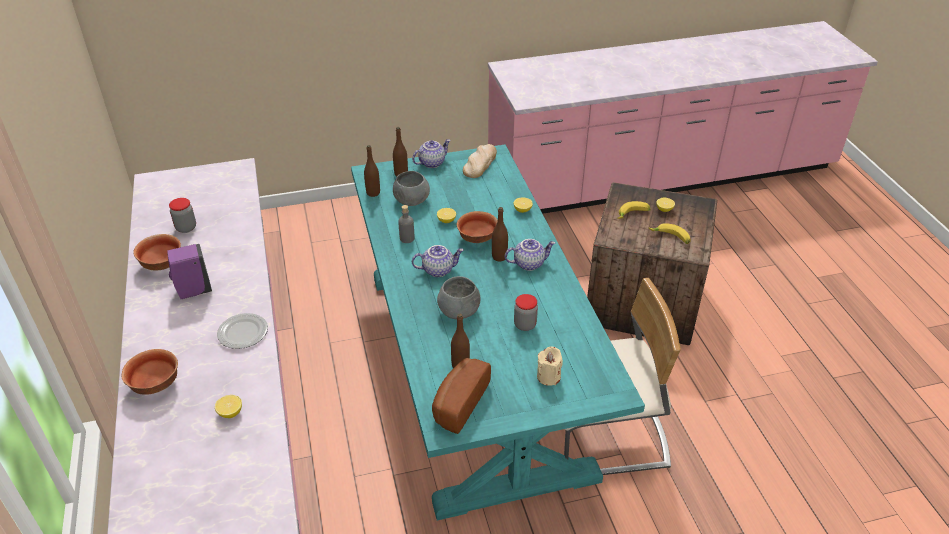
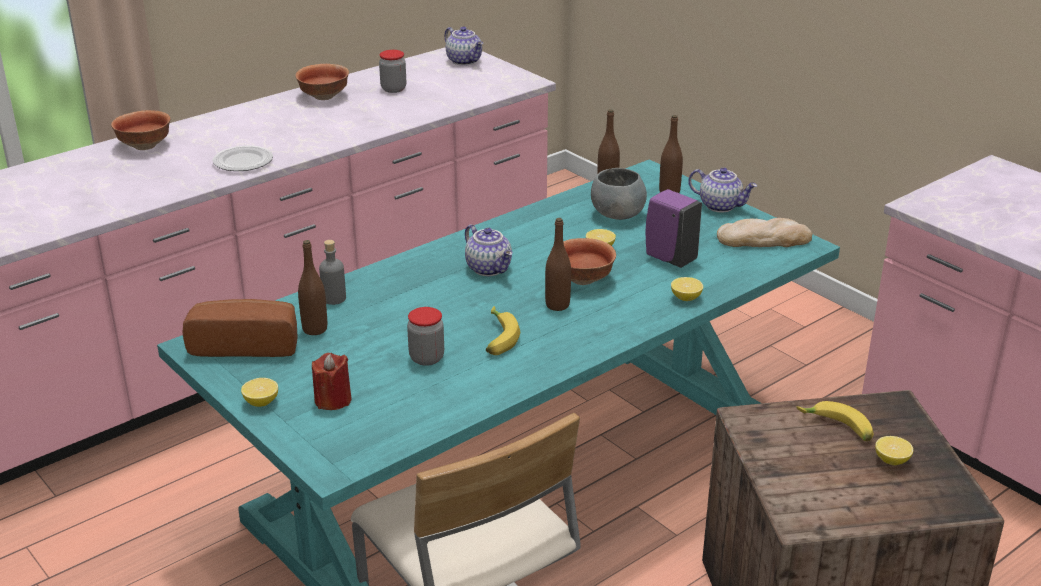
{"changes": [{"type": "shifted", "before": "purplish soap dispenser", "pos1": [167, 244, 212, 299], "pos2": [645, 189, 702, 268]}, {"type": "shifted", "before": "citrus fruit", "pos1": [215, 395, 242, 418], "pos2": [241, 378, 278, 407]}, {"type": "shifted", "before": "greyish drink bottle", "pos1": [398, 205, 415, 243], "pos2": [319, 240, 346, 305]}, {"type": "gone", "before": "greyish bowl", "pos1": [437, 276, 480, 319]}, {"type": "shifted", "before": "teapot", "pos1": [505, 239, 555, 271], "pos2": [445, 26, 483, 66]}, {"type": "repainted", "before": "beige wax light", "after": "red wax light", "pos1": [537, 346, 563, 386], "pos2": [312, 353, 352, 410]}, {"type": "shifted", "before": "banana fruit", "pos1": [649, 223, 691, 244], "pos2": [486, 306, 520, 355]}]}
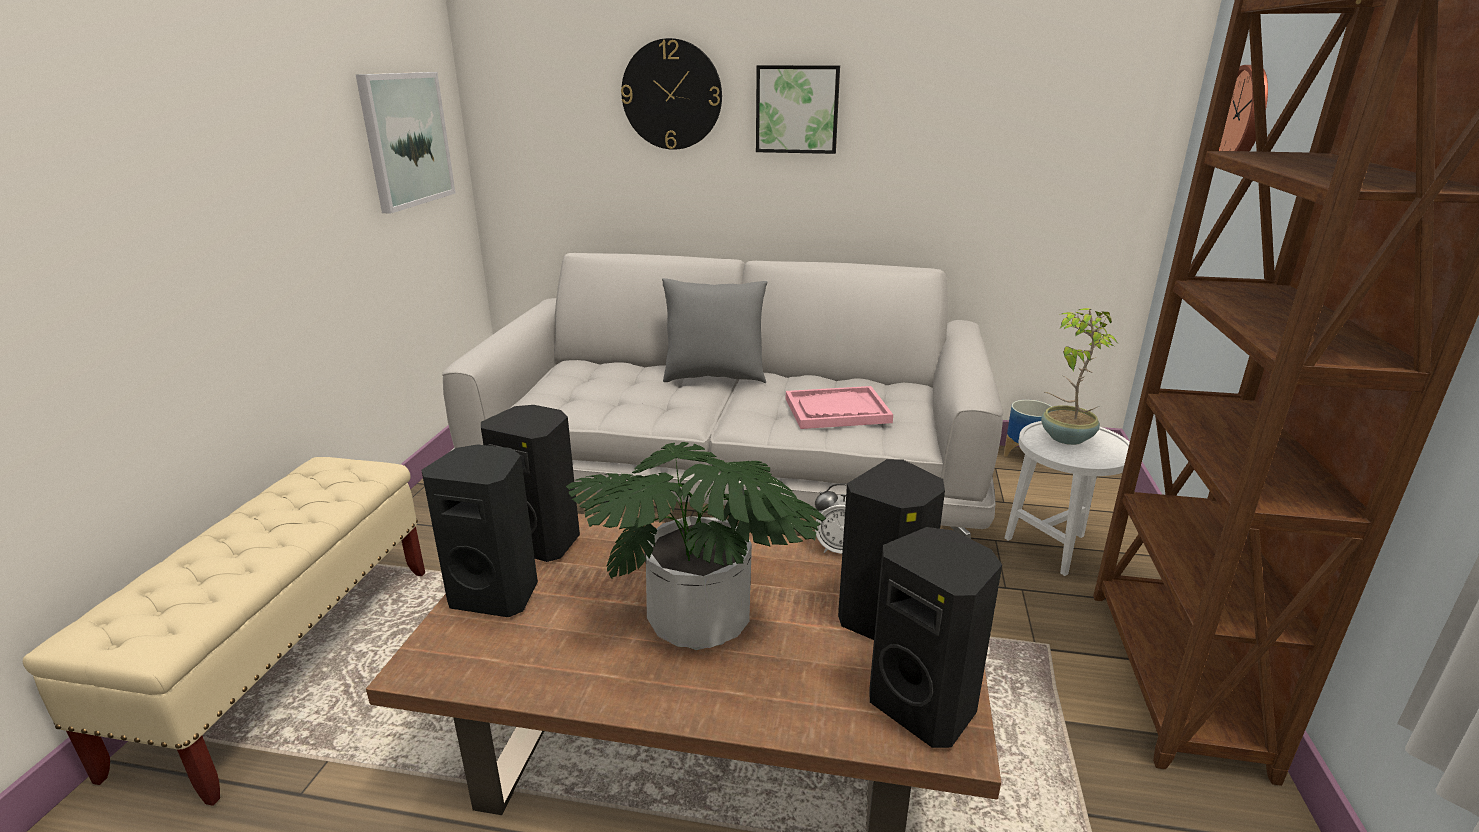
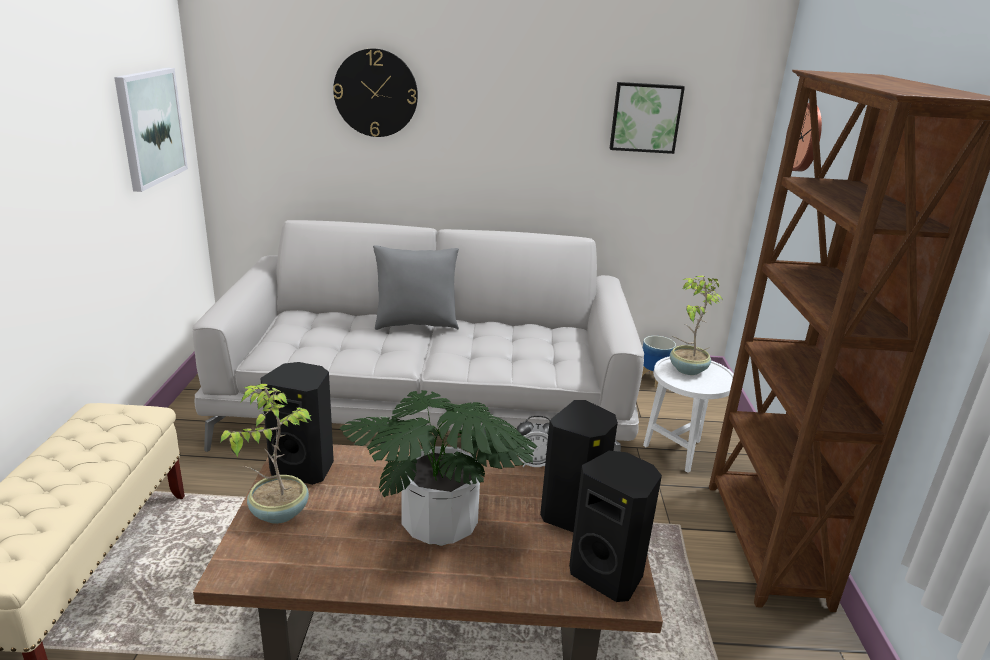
{"changes": [{"type": "swapped", "before": "black-coloured audio speaker", "after": "houseplant", "pos1": [421, 444, 538, 617], "pos2": [220, 384, 312, 524]}, {"type": "shifted", "before": "picture", "pos1": [756, 65, 840, 154], "pos2": [609, 82, 685, 154]}, {"type": "gone", "before": "pinkish carrying tray", "pos1": [786, 386, 893, 429]}]}
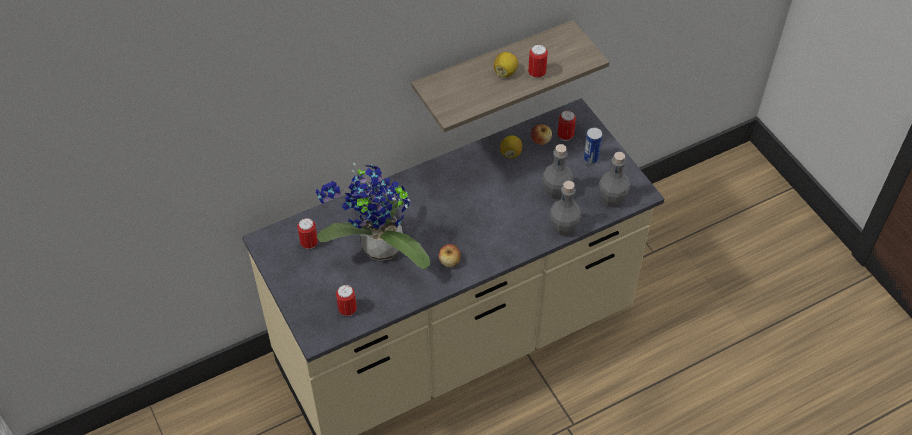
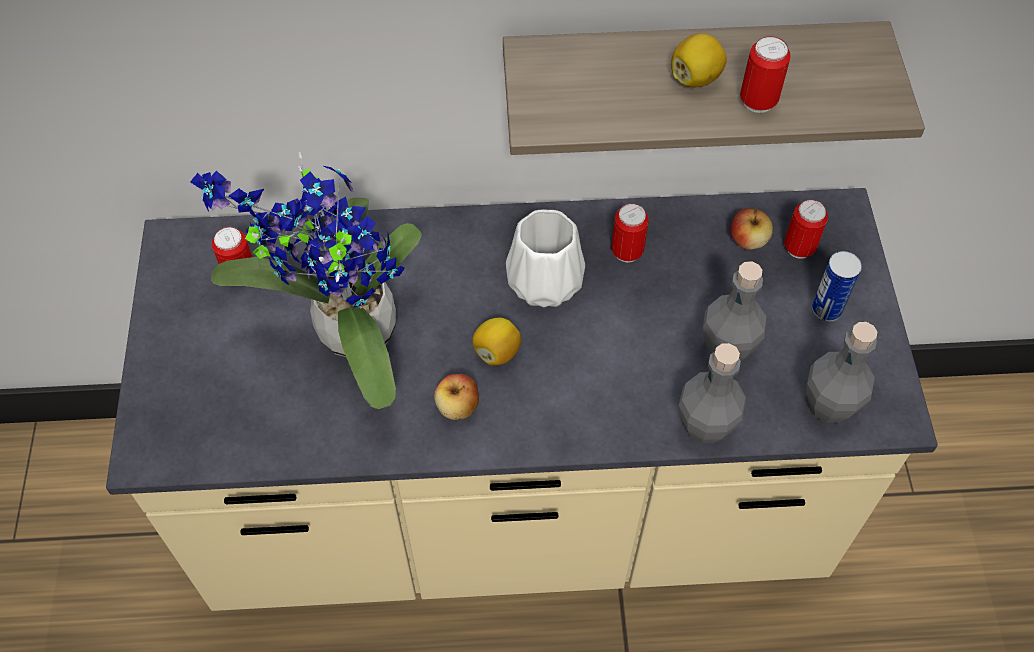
{"changes": [{"type": "shifted", "before": "can", "pos1": [336, 285, 357, 316], "pos2": [611, 204, 649, 263]}, {"type": "shifted", "before": "citrus fruit", "pos1": [500, 135, 522, 159], "pos2": [472, 318, 521, 365]}, {"type": "new", "after": "white-coloured vase", "pos2": [506, 209, 585, 307]}]}
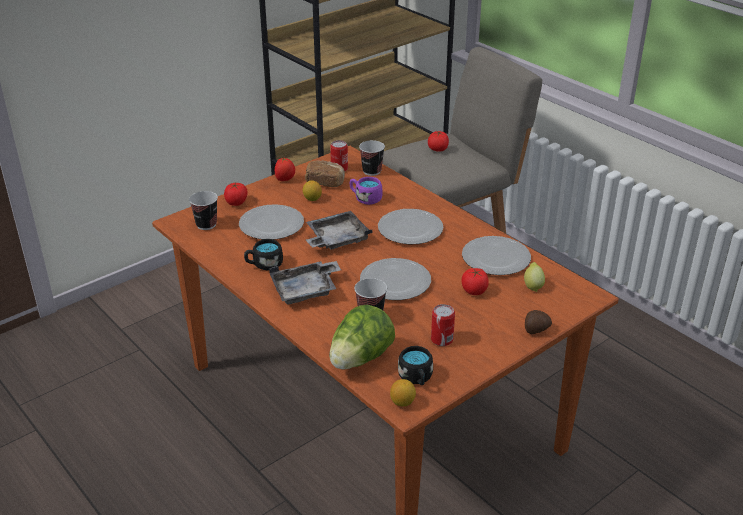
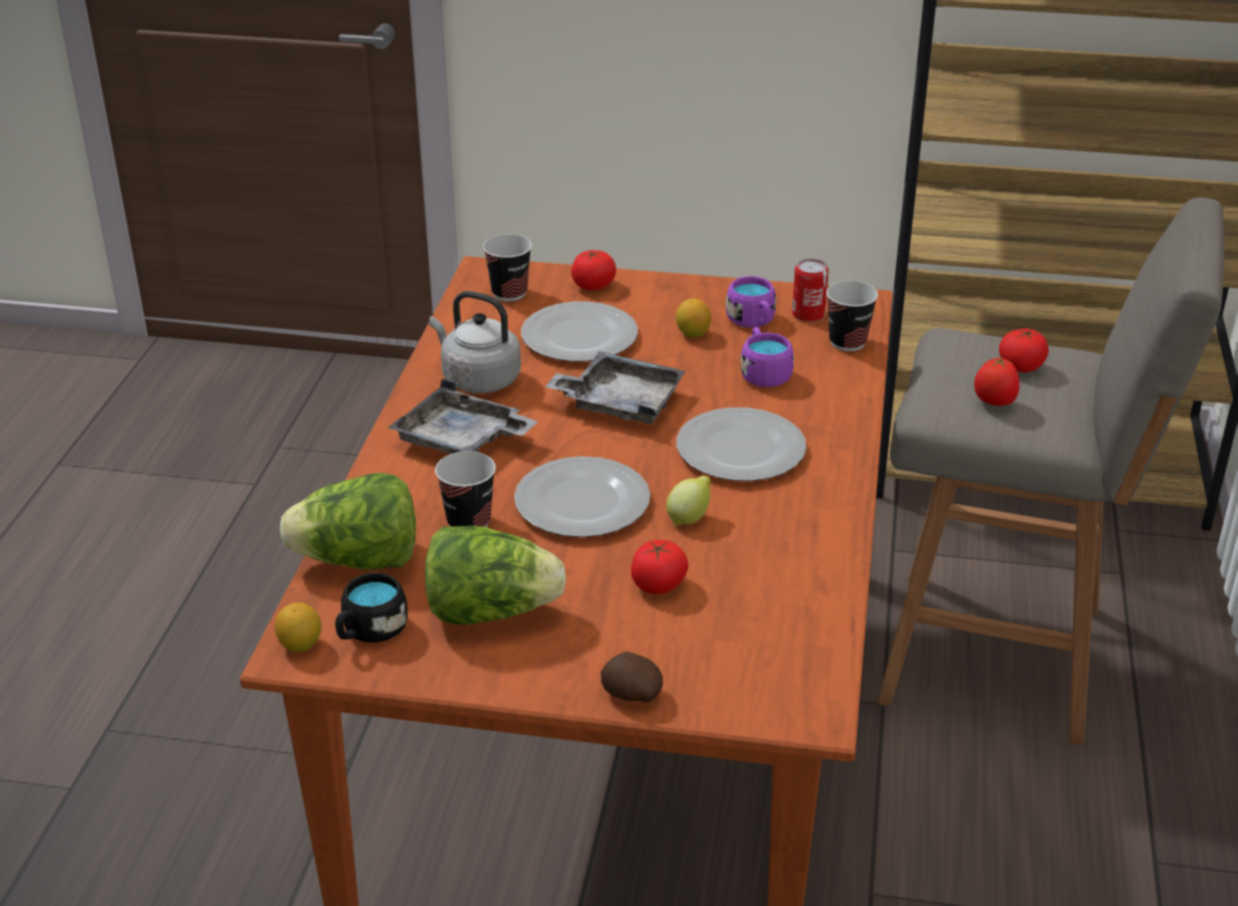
{"changes": [{"type": "swapped", "before": "black-coloured coffee mug", "after": "greyish kettle", "pos1": [244, 239, 283, 270], "pos2": [429, 291, 521, 393]}, {"type": "shifted", "before": "whole tomato", "pos1": [275, 158, 295, 181], "pos2": [974, 357, 1020, 406]}, {"type": "swapped", "before": "baked bread", "after": "purplish coffee mug", "pos1": [305, 160, 345, 187], "pos2": [726, 276, 776, 328]}, {"type": "swapped", "before": "can", "after": "lettuce", "pos1": [431, 304, 455, 346], "pos2": [425, 526, 566, 625]}, {"type": "gone", "before": "dinner plate", "pos1": [462, 236, 531, 275]}, {"type": "shifted", "before": "citrus fruit", "pos1": [524, 262, 545, 292], "pos2": [666, 476, 711, 526]}]}
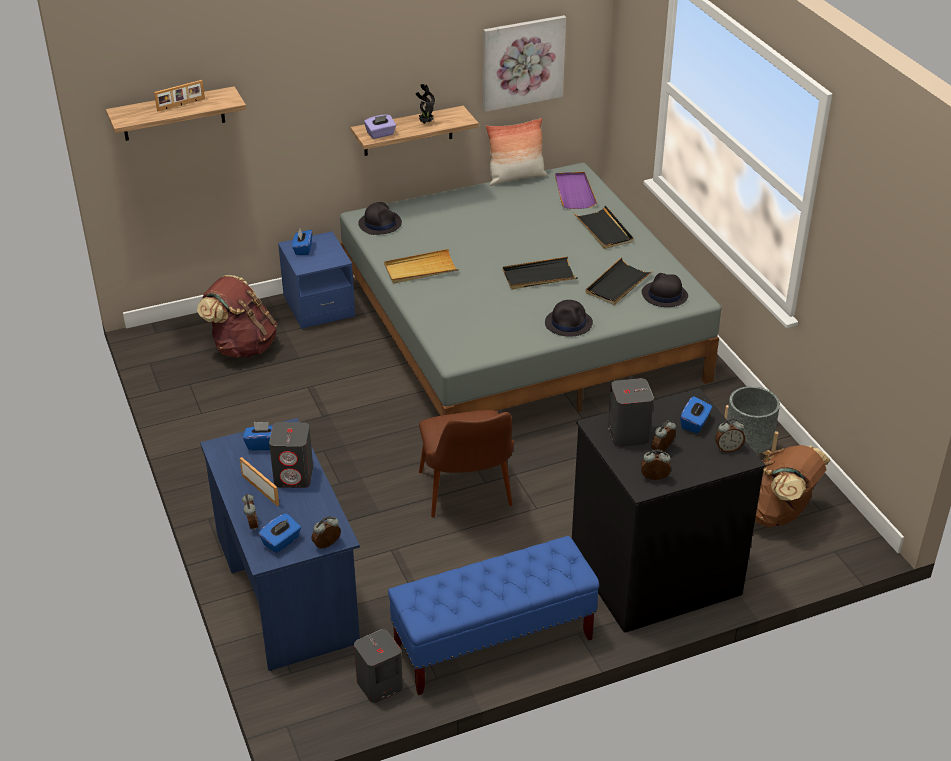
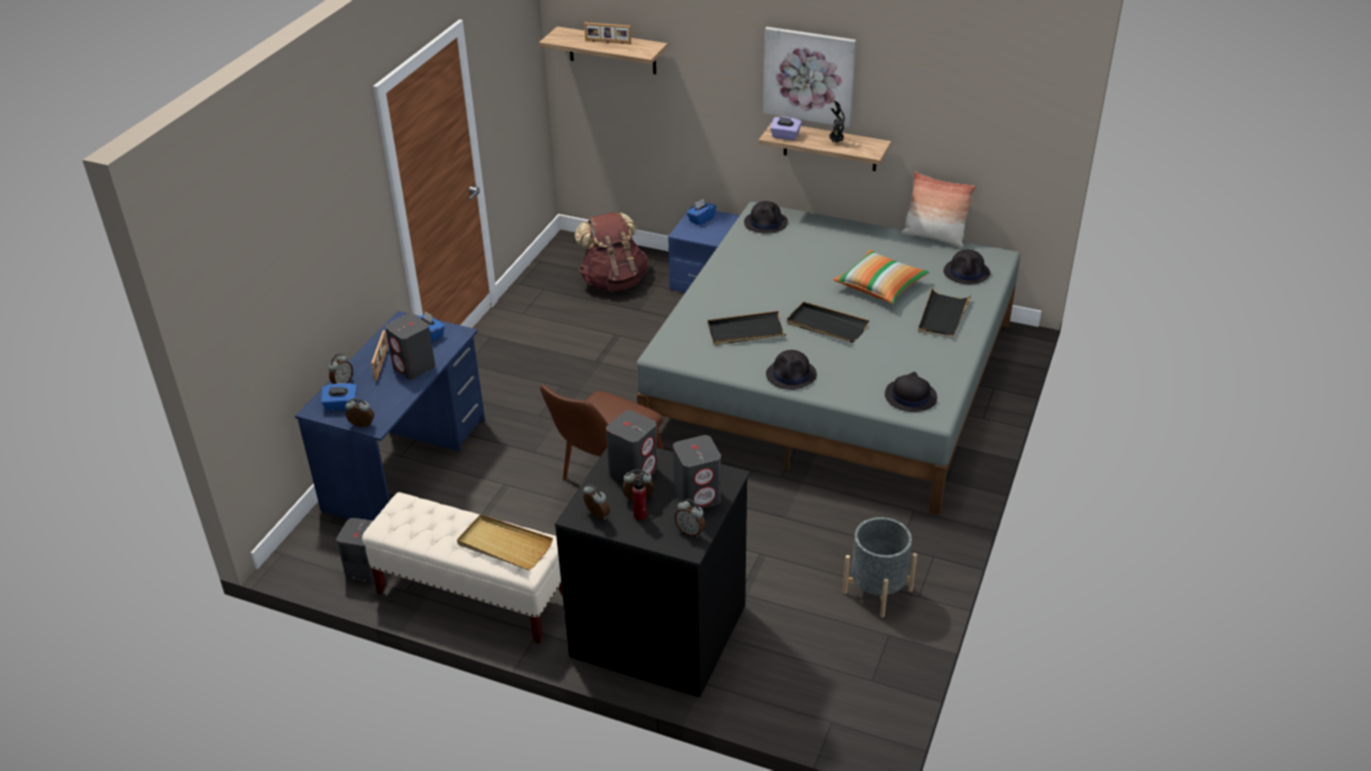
{"changes": [{"type": "shifted", "before": "beige carrying tray", "pos1": [384, 249, 459, 284], "pos2": [457, 514, 553, 570]}, {"type": "repainted", "before": "blue-coloured long seat", "after": "beige long seat", "pos1": [388, 536, 599, 695], "pos2": [362, 492, 563, 644]}, {"type": "shifted", "before": "picture", "pos1": [483, 15, 566, 112], "pos2": [763, 27, 856, 128]}, {"type": "swapped", "before": "purplish carrying tray", "after": "black-coloured clothing hat", "pos1": [555, 172, 597, 209], "pos2": [943, 250, 990, 284]}, {"type": "shifted", "before": "black-coloured carrying tray", "pos1": [585, 257, 654, 305], "pos2": [708, 311, 786, 345]}, {"type": "swapped", "before": "blue-coloured tissue holder", "after": "greyish audio speaker", "pos1": [680, 396, 712, 433], "pos2": [673, 435, 721, 509]}, {"type": "gone", "before": "brown-coloured backpack", "pos1": [755, 445, 830, 527]}, {"type": "new", "after": "red drink bottle", "pos2": [632, 474, 647, 520]}, {"type": "new", "after": "throw pillow", "pos2": [833, 250, 930, 304]}]}
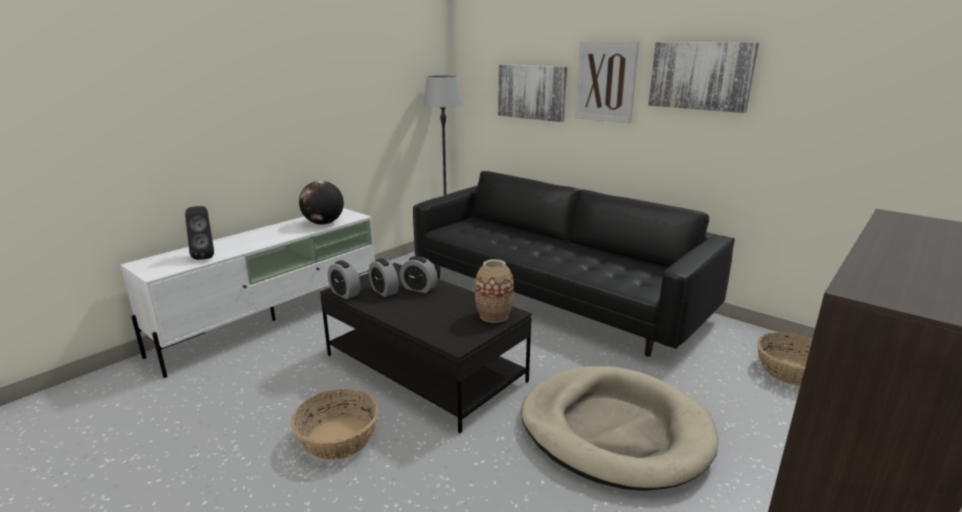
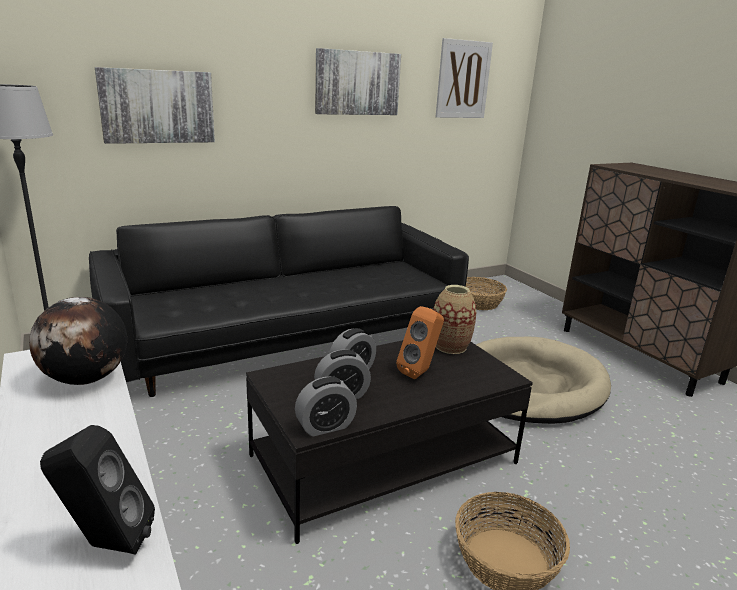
{"changes": [{"type": "shifted", "before": "picture", "pos1": [575, 41, 639, 124], "pos2": [436, 38, 493, 118]}, {"type": "new", "after": "orange audio speaker", "pos2": [396, 306, 444, 379]}]}
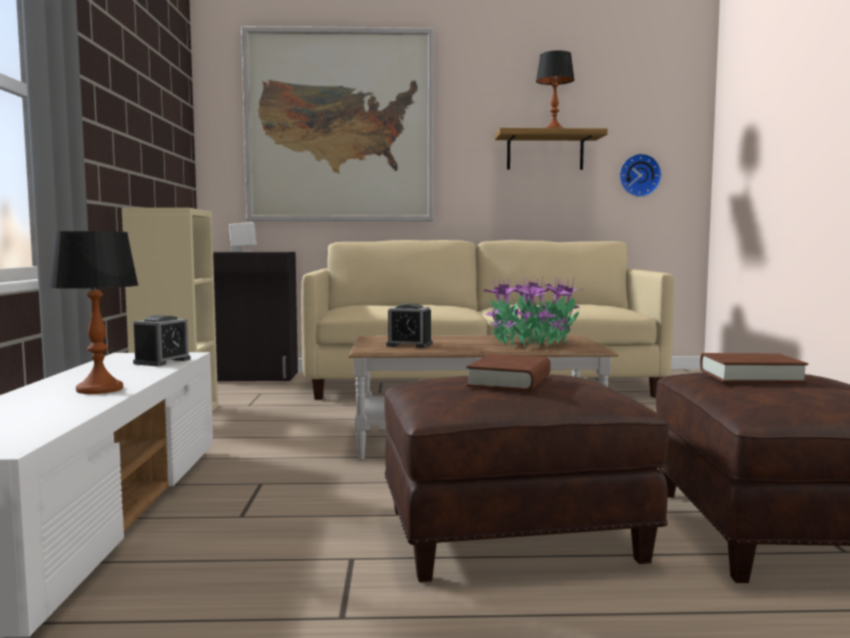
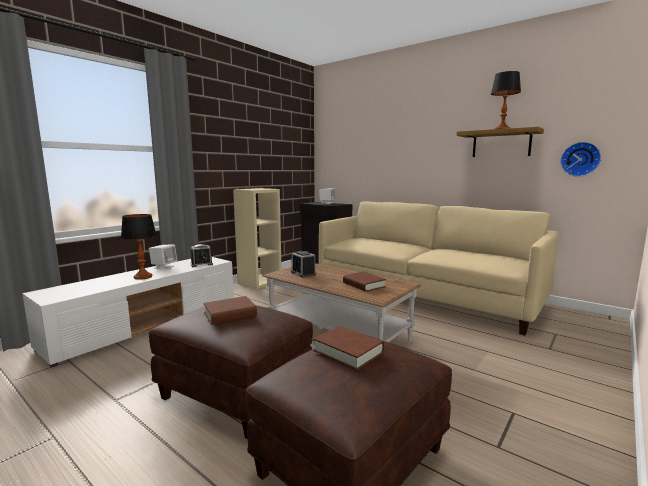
{"changes": [{"type": "gone", "before": "picture", "pos1": [241, 26, 434, 221]}, {"type": "swapped", "before": "houseplant", "after": "brown-coloured book", "pos1": [484, 277, 582, 348], "pos2": [343, 271, 386, 292]}, {"type": "new", "after": "white-coloured audio speaker", "pos2": [149, 244, 177, 270]}]}
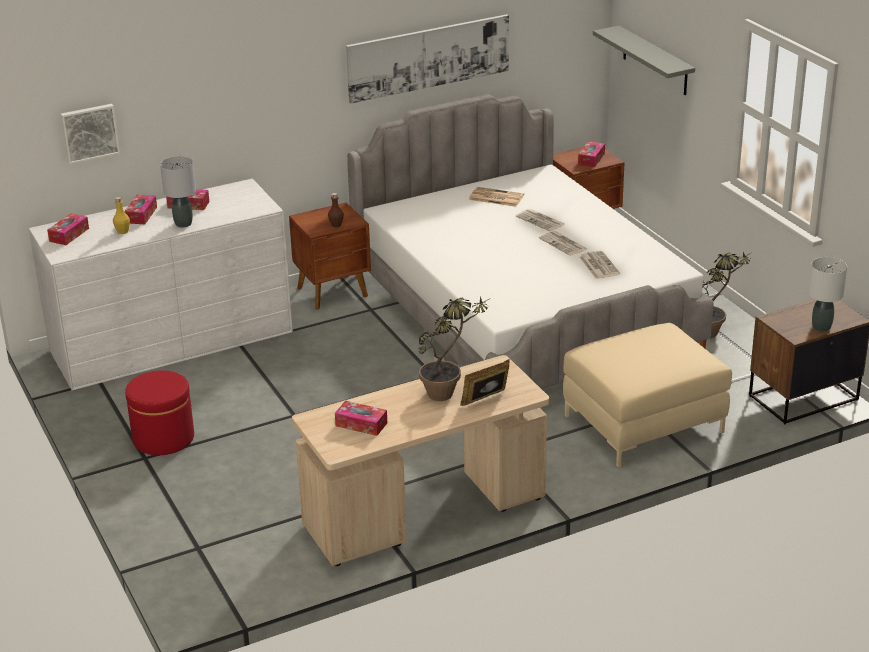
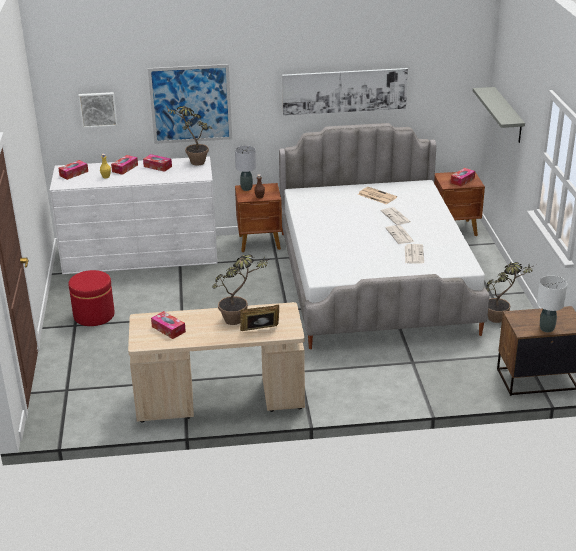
{"changes": [{"type": "shifted", "before": "greyish table lamp", "pos1": [160, 156, 196, 228], "pos2": [235, 146, 256, 191]}, {"type": "gone", "before": "beige ottoman", "pos1": [563, 323, 732, 467]}, {"type": "new", "after": "picture", "pos2": [148, 64, 232, 144]}, {"type": "new", "after": "houseplant", "pos2": [166, 106, 213, 166]}]}
